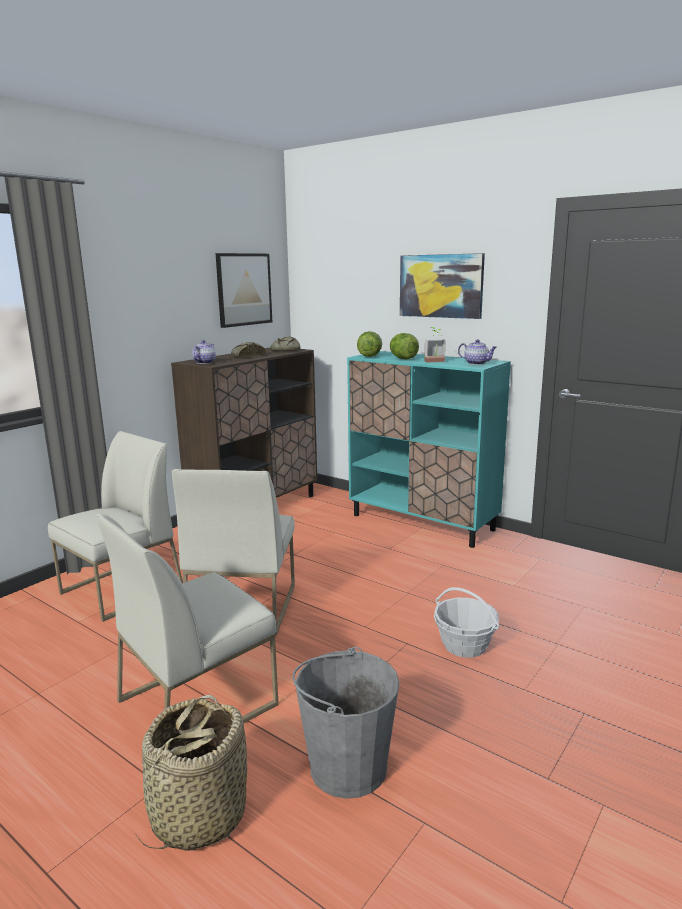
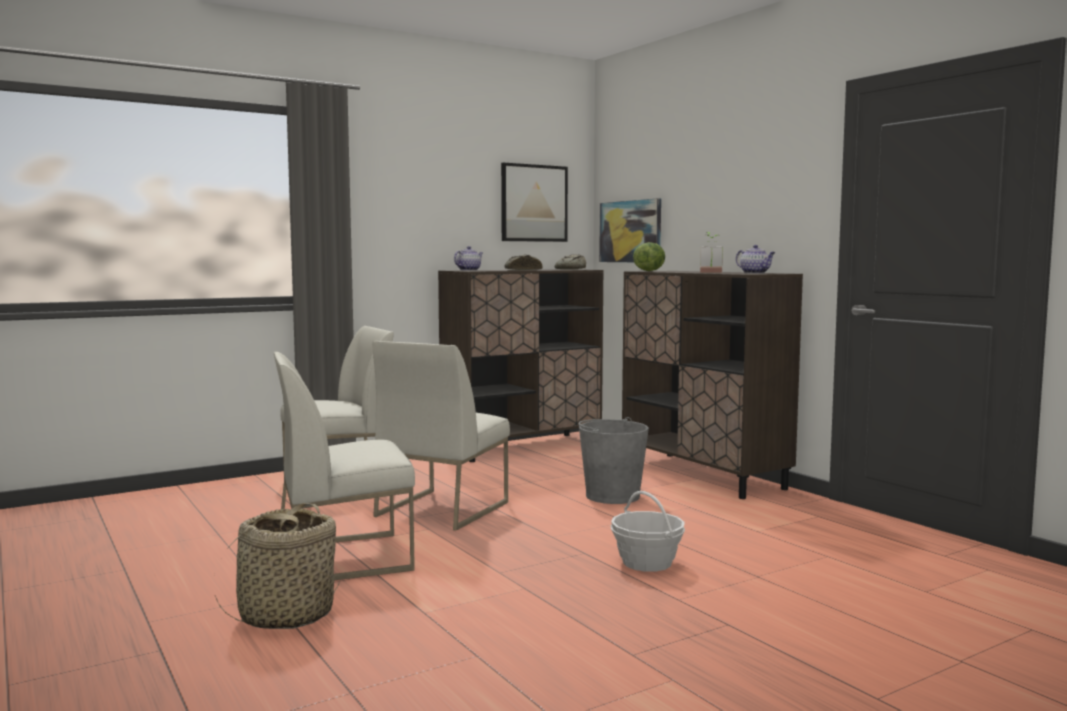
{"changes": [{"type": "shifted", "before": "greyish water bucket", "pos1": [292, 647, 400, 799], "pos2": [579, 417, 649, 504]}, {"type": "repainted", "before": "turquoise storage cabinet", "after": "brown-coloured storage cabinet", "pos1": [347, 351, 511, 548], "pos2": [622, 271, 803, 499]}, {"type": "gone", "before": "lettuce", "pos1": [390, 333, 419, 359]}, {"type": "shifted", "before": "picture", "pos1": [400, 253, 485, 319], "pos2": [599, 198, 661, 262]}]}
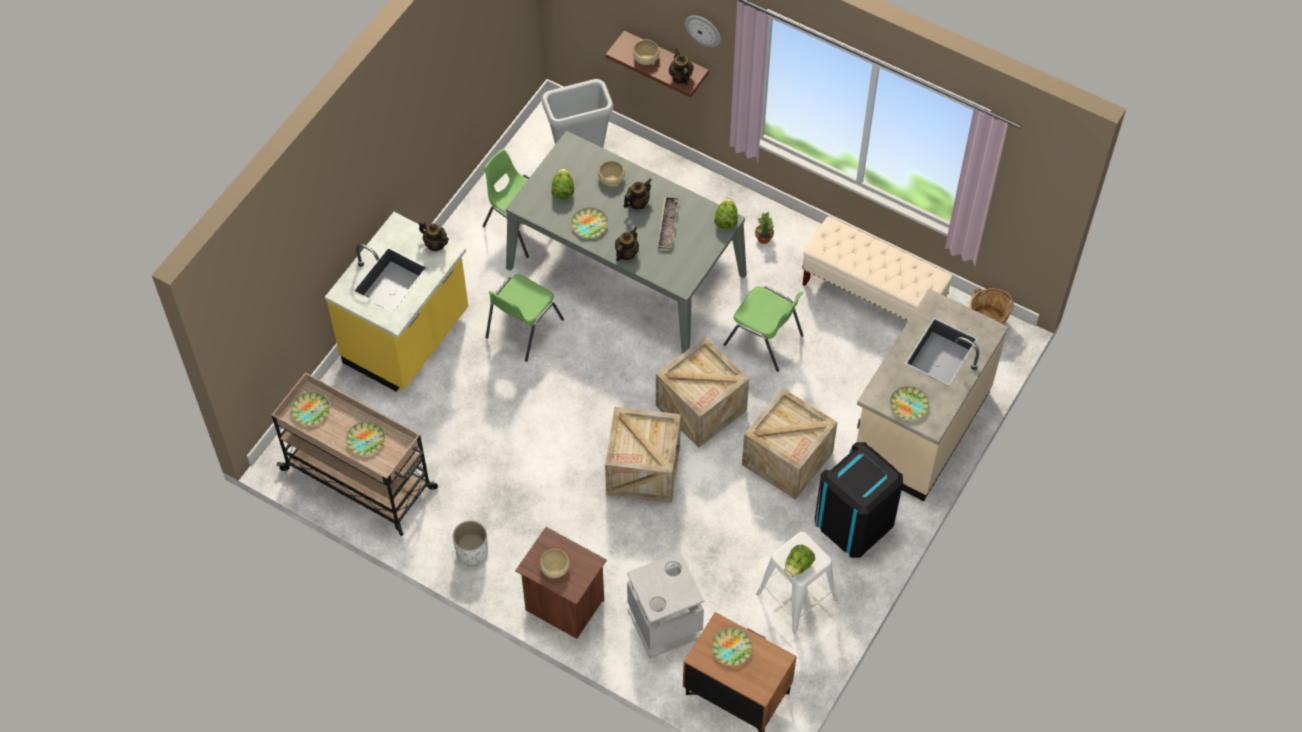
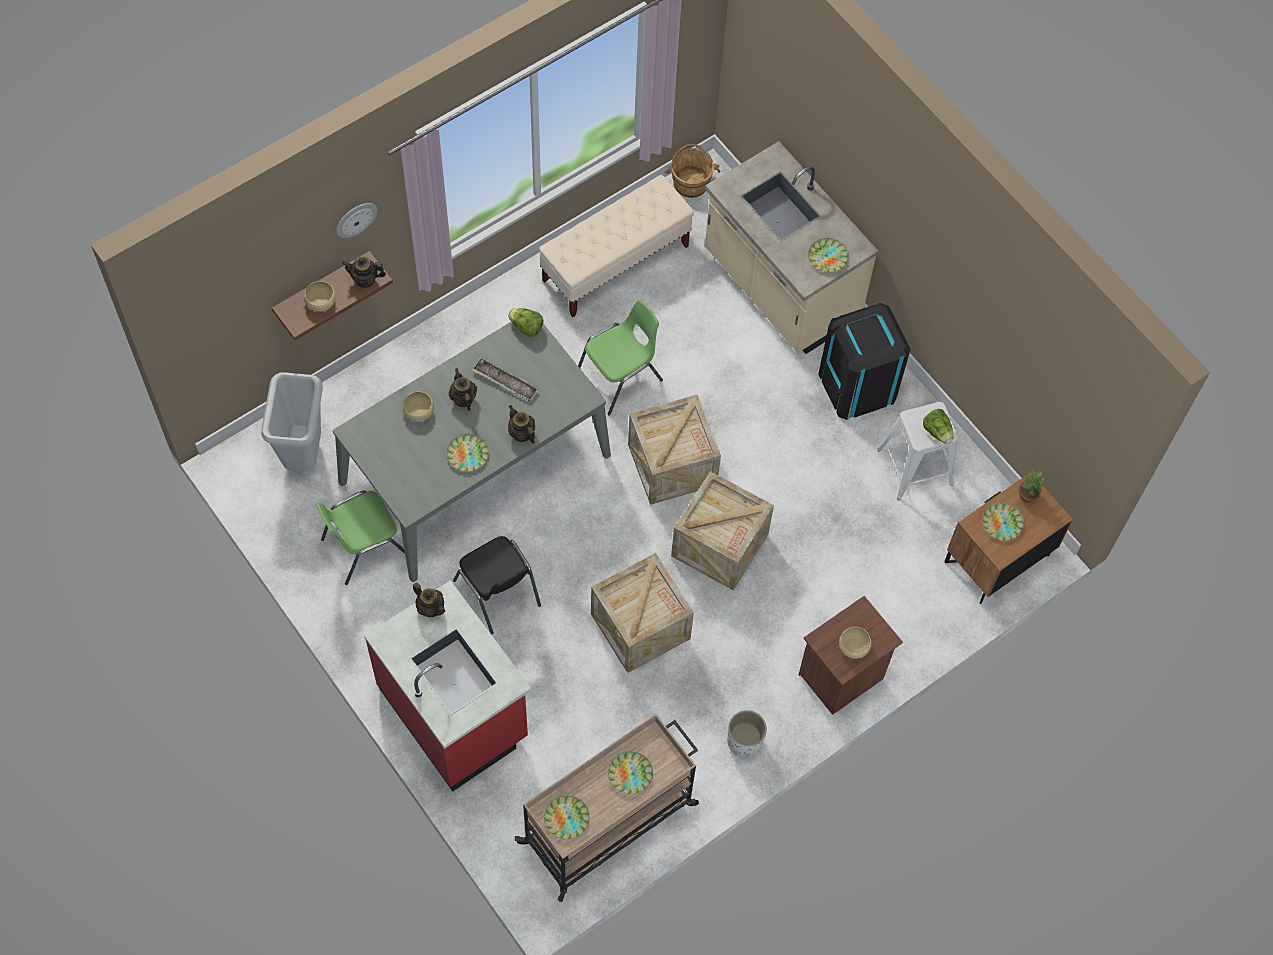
{"changes": [{"type": "repainted", "before": "yellow-coloured counter", "after": "red counter", "pos1": [325, 212, 468, 391], "pos2": [364, 580, 532, 791]}, {"type": "rotated", "before": "teapot", "pos1": [419, 221, 449, 251], "pos2": [413, 583, 445, 617], "turn": 75}, {"type": "repainted", "before": "greenish plain chair", "after": "black-coloured plain chair", "pos1": [485, 274, 564, 362], "pos2": [453, 536, 541, 635]}, {"type": "gone", "before": "lettuce", "pos1": [551, 169, 574, 200]}, {"type": "gone", "before": "greyish rubbish bin", "pos1": [627, 552, 704, 658]}, {"type": "shifted", "before": "shipping crate", "pos1": [742, 388, 838, 500], "pos2": [591, 553, 694, 673]}, {"type": "shifted", "before": "houseplant", "pos1": [755, 212, 774, 244], "pos2": [1018, 471, 1045, 503]}]}
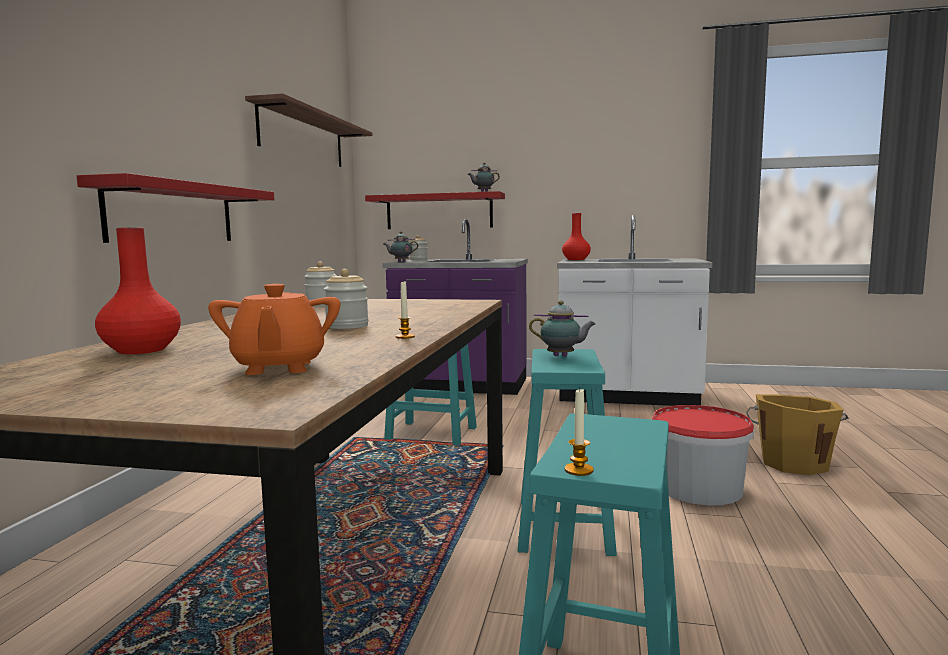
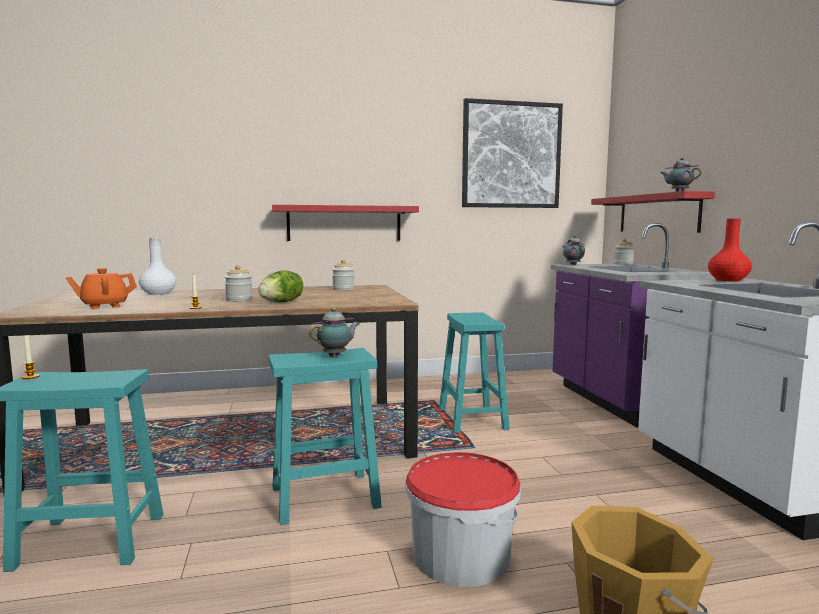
{"changes": [{"type": "repainted", "before": "red vase", "after": "white-coloured vase", "pos1": [95, 227, 181, 354], "pos2": [139, 238, 176, 295]}, {"type": "swapped", "before": "shelf", "after": "picture", "pos1": [245, 93, 373, 167], "pos2": [462, 98, 563, 208]}, {"type": "rotated", "before": "teapot", "pos1": [529, 301, 596, 357], "pos2": [309, 308, 359, 356], "turn": -120}, {"type": "new", "after": "lettuce", "pos2": [258, 270, 303, 303]}]}
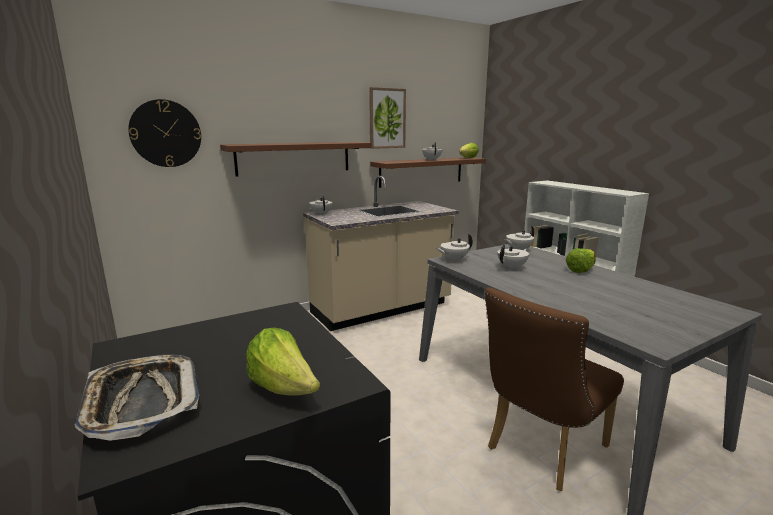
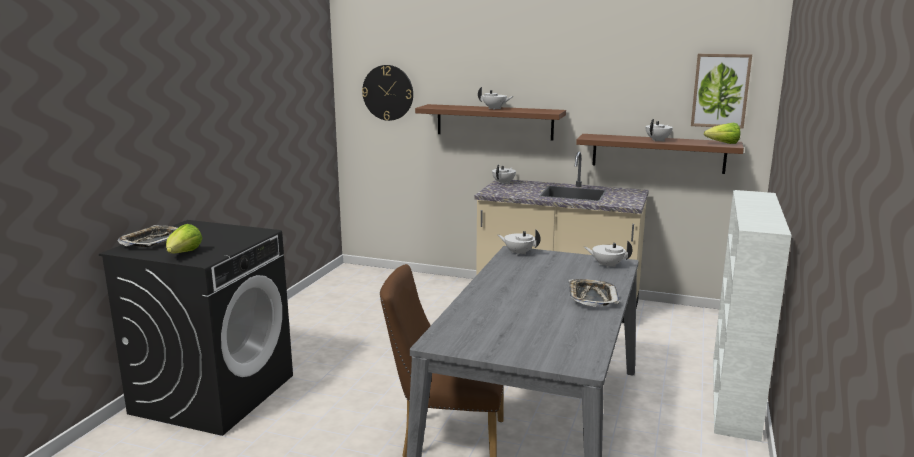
{"changes": [{"type": "shifted", "before": "picture", "pos1": [369, 87, 406, 149], "pos2": [691, 54, 752, 129]}, {"type": "shifted", "before": "white-coloured teapot", "pos1": [498, 245, 529, 270], "pos2": [478, 87, 514, 110]}, {"type": "swapped", "before": "lettuce", "after": "carrying tray", "pos1": [566, 248, 596, 273], "pos2": [569, 279, 619, 307]}]}
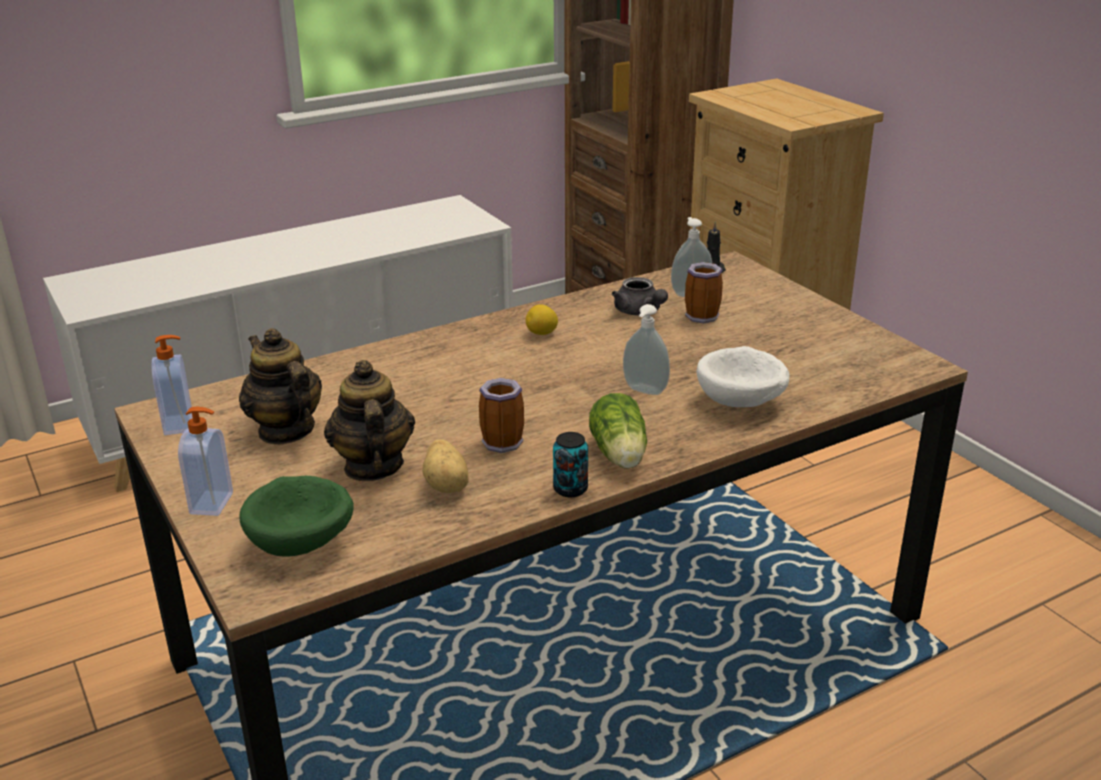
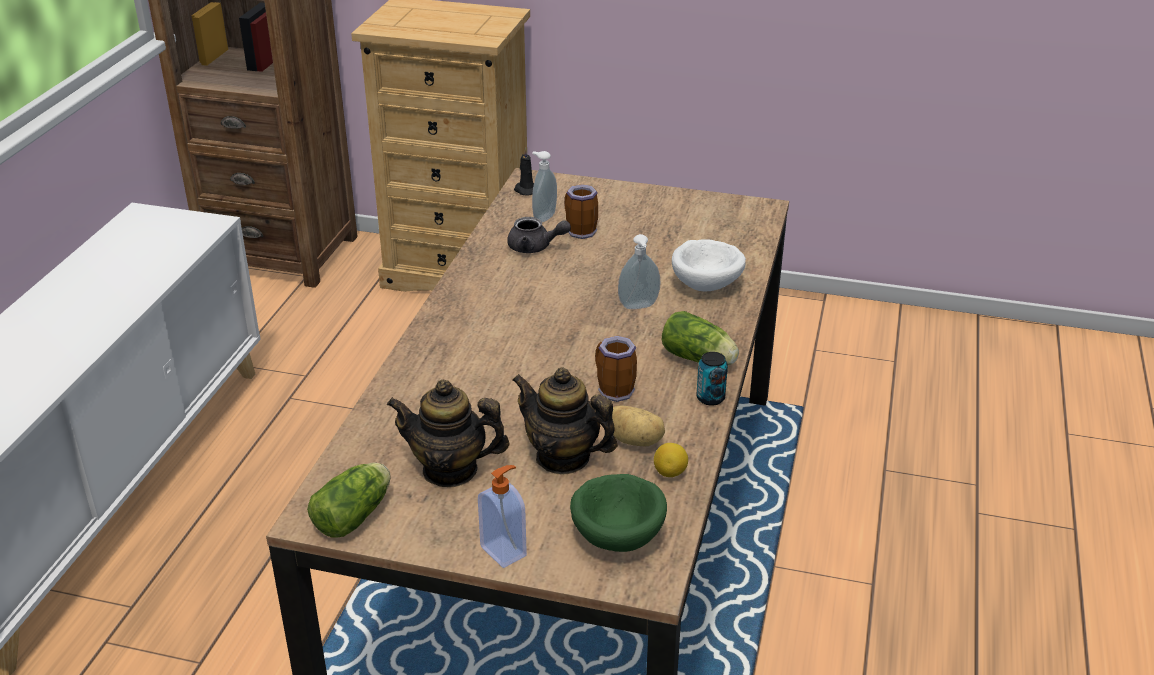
{"changes": [{"type": "swapped", "before": "soap dispenser", "after": "lettuce", "pos1": [152, 335, 193, 435], "pos2": [307, 462, 390, 538]}, {"type": "shifted", "before": "citrus fruit", "pos1": [526, 304, 558, 335], "pos2": [654, 443, 688, 477]}]}
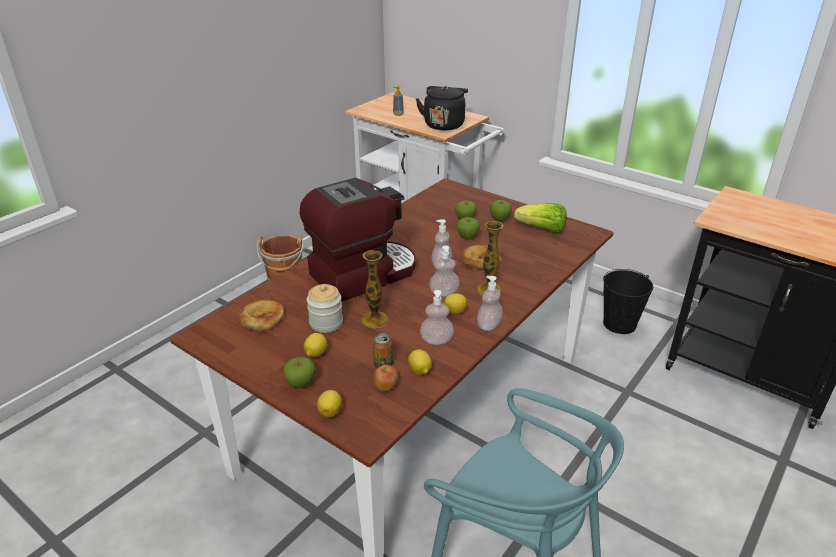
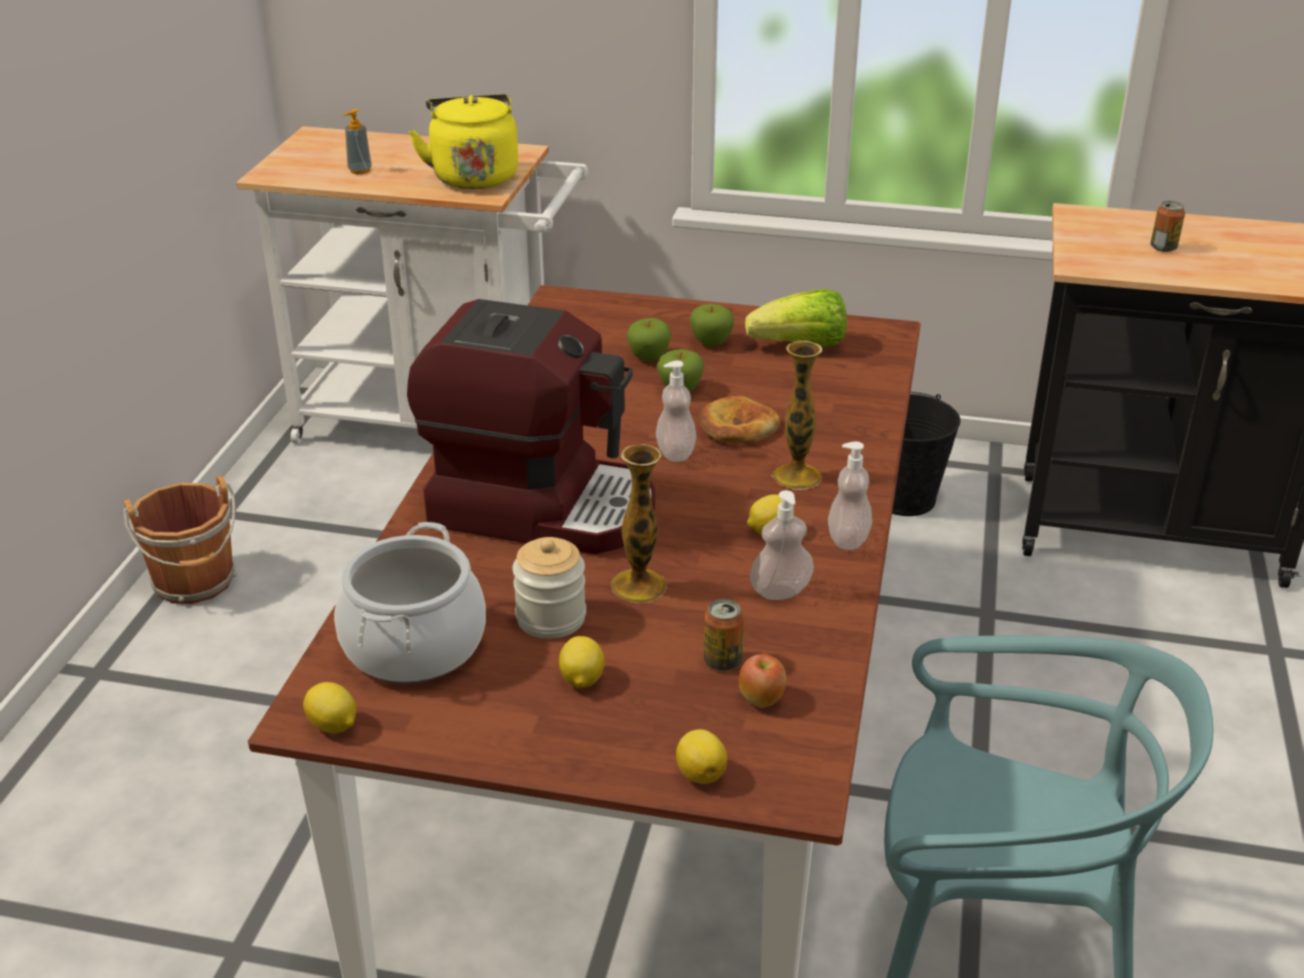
{"changes": [{"type": "swapped", "before": "baked bread", "after": "stockpot", "pos1": [239, 300, 284, 331], "pos2": [334, 522, 486, 683]}, {"type": "gone", "before": "whole apple", "pos1": [283, 357, 315, 388]}, {"type": "rotated", "before": "coffee maker", "pos1": [300, 178, 416, 302], "pos2": [407, 299, 655, 554], "turn": 75}, {"type": "shifted", "before": "citrus fruit", "pos1": [408, 350, 432, 375], "pos2": [303, 682, 356, 733]}, {"type": "repainted", "before": "black-coloured kettle", "after": "yellow-coloured kettle", "pos1": [416, 86, 468, 130], "pos2": [409, 94, 518, 189]}, {"type": "gone", "before": "soap dispenser", "pos1": [429, 245, 460, 297]}, {"type": "new", "after": "can", "pos2": [1151, 201, 1185, 252]}]}
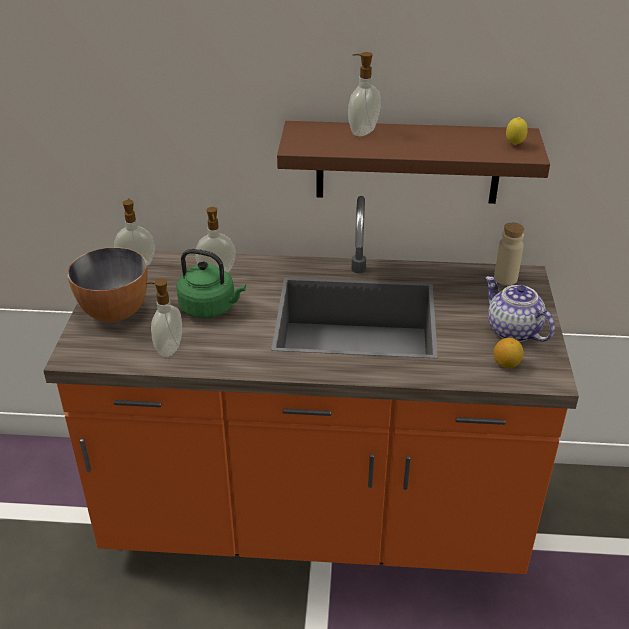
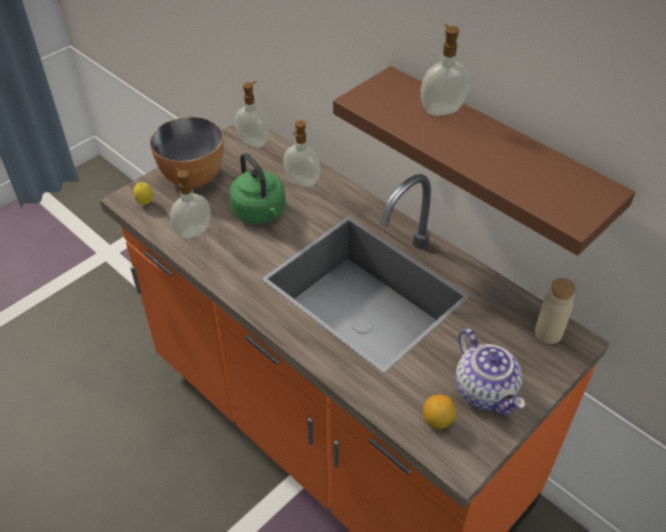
{"changes": [{"type": "rotated", "before": "teapot", "pos1": [485, 276, 555, 342], "pos2": [456, 329, 525, 415], "turn": 150}, {"type": "shifted", "before": "citrus fruit", "pos1": [506, 117, 528, 145], "pos2": [133, 182, 153, 205]}]}
